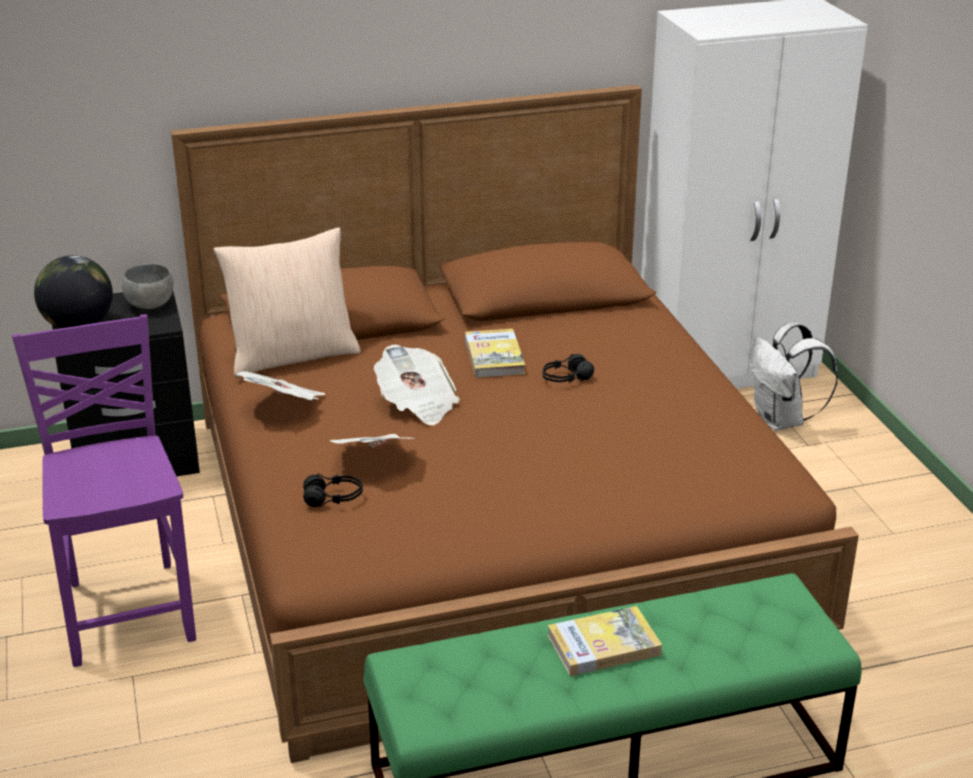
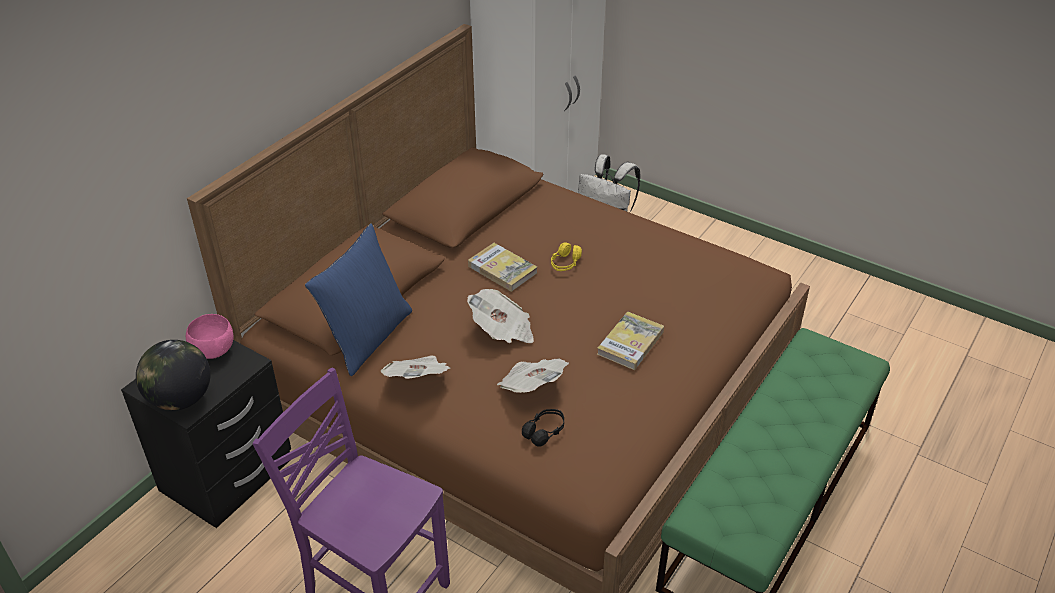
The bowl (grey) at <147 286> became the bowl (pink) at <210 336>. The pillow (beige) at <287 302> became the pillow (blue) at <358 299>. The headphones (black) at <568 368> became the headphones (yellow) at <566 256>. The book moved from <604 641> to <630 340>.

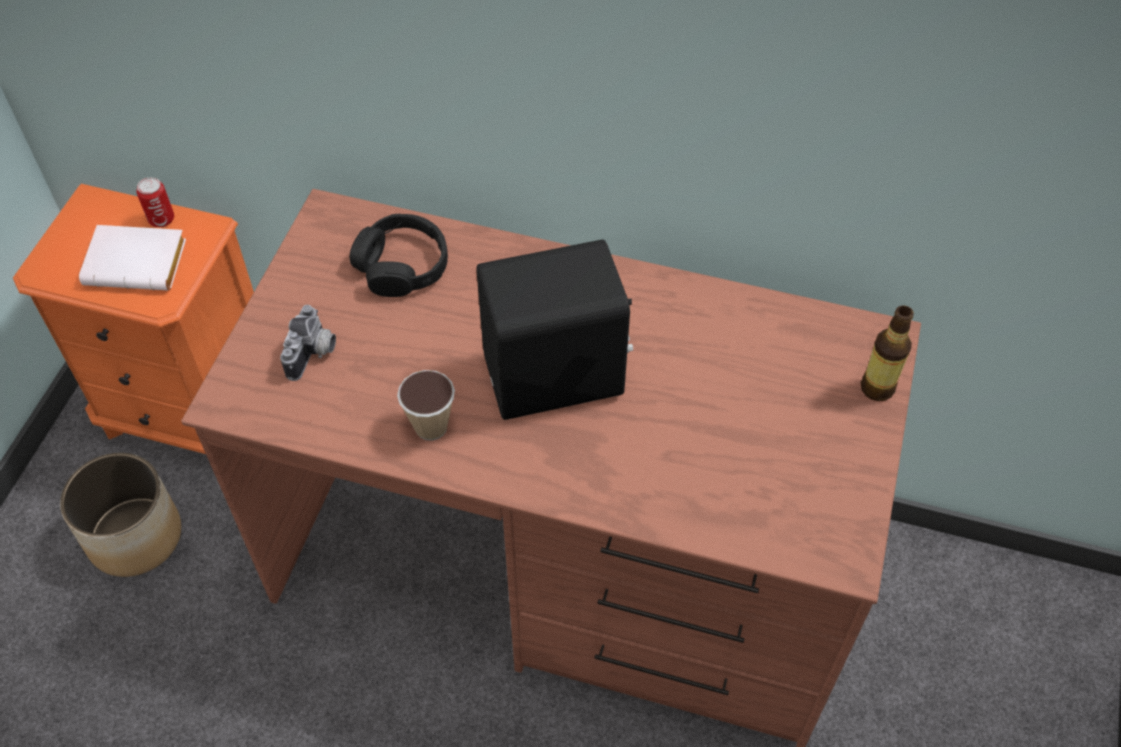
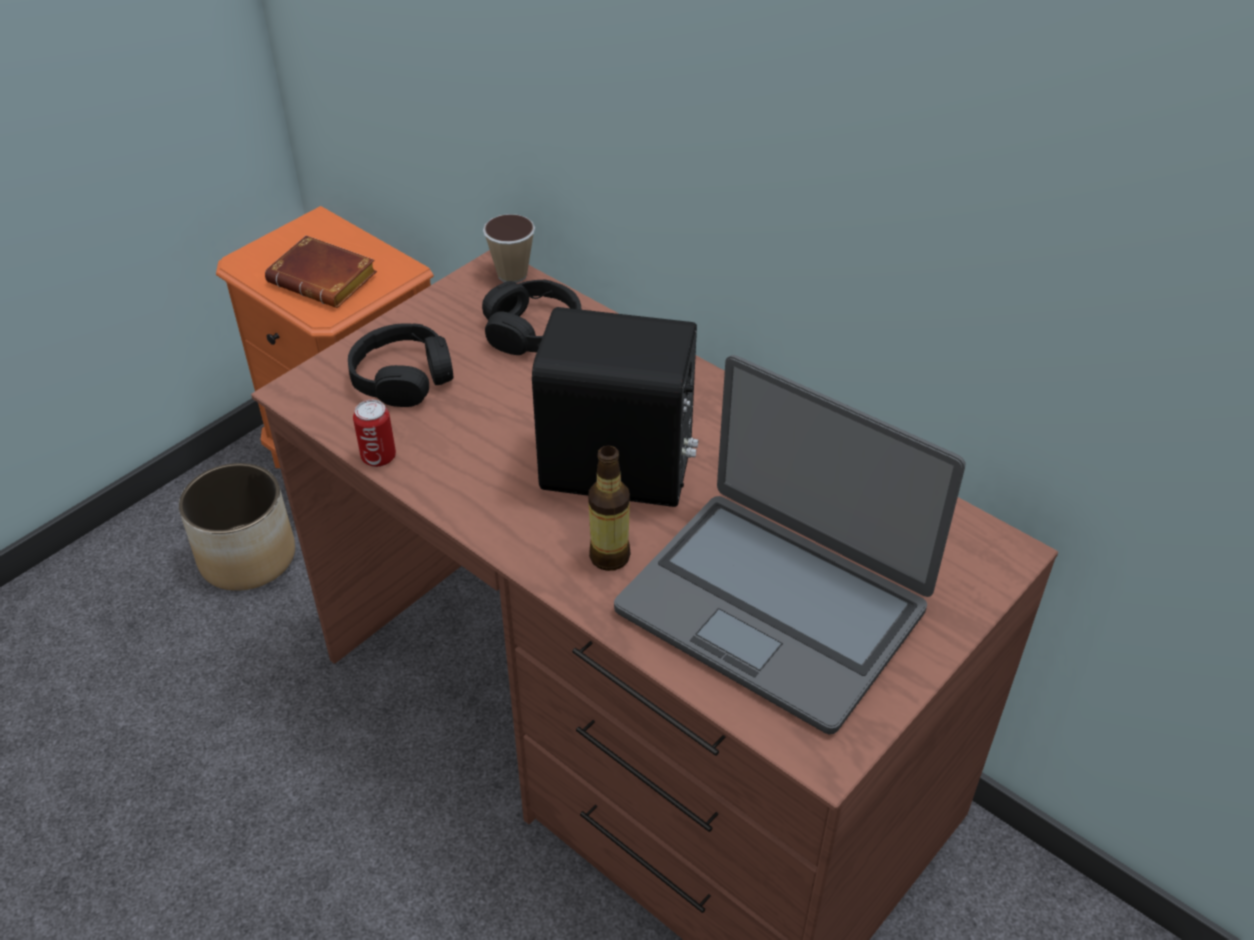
The book (white) at <132 258> became the book (brown) at <321 271>. The can moved from <155 202> to <374 433>. The photo camera at <308 343> was replaced by the headphones (black) at <400 365>. The cup moved from <426 405> to <509 248>. The bottle moved from <887 353> to <609 508>. The laptop at <789 544> appeared.

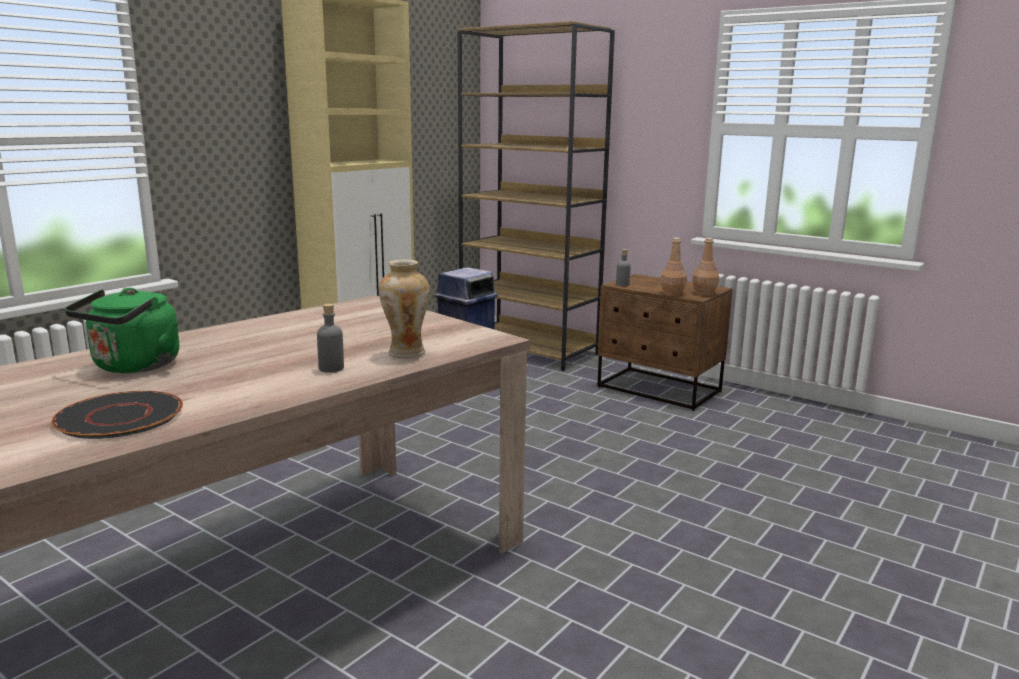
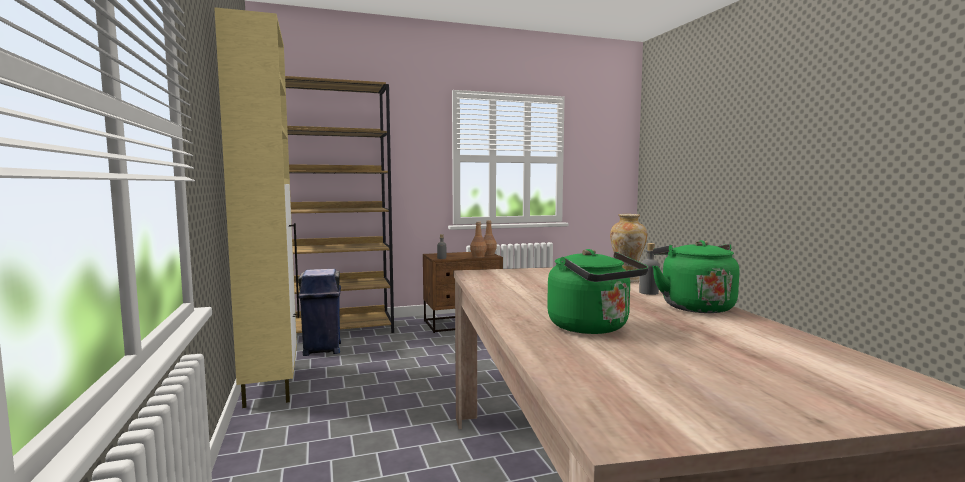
The plate (black) at <117 415> disappeared. The kettle (green) at <695 276> appeared.

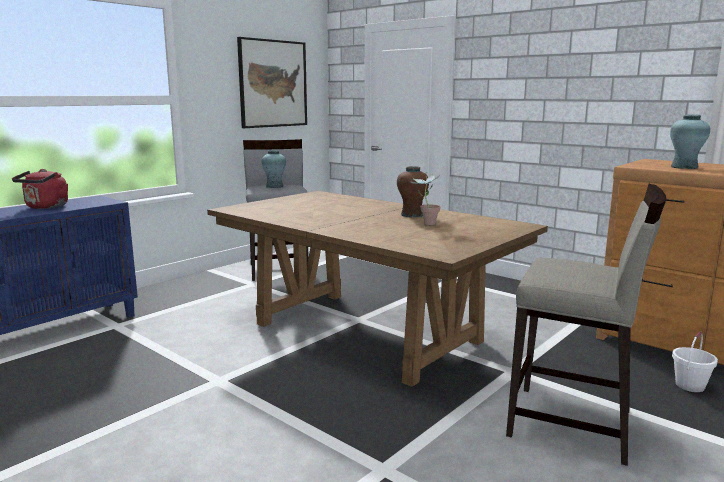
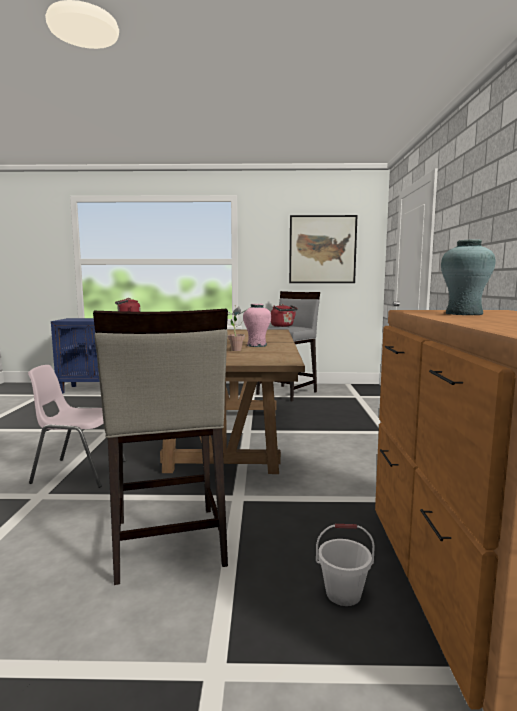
The vase (turquoise) at <274 169> was replaced by the kettle (red) at <284 315>. The vase (brown) at <413 191> became the vase (pink) at <257 325>. The chair (pink) at <77 426> appeared.

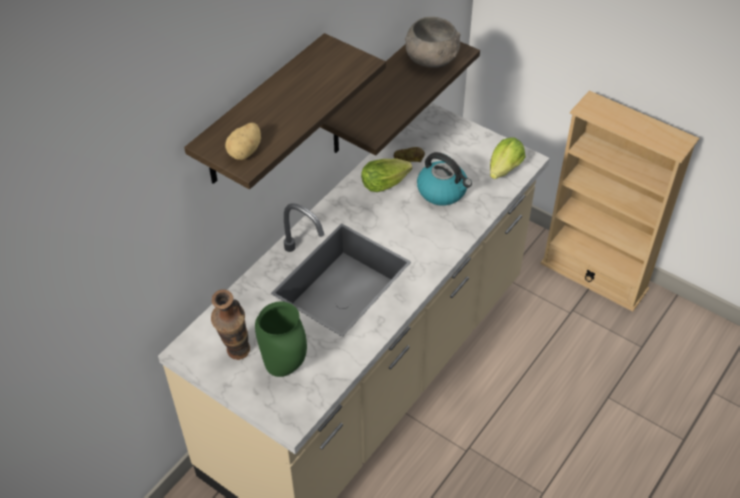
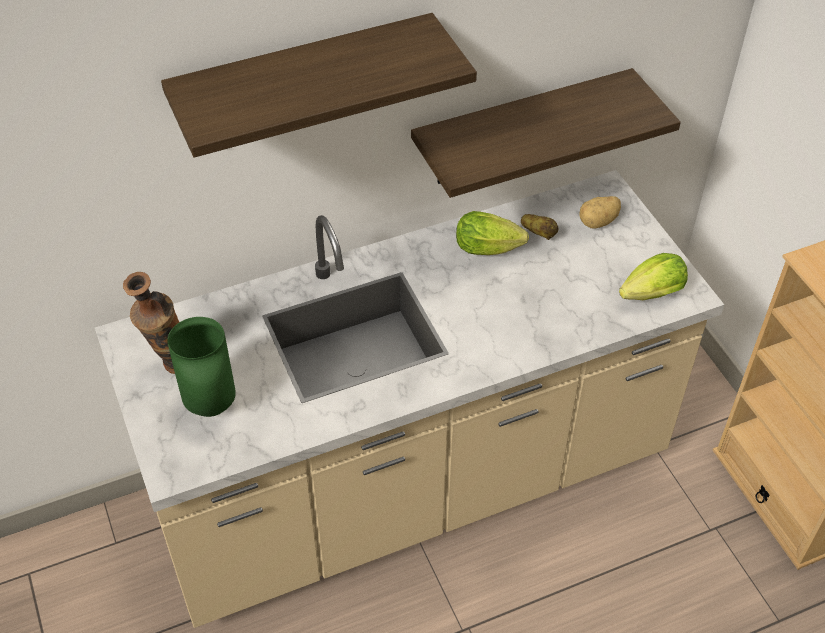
The potato moved from <243 141> to <600 212>. The bowl (grey) at <433 42> disappeared. The kettle at <444 178> disappeared.

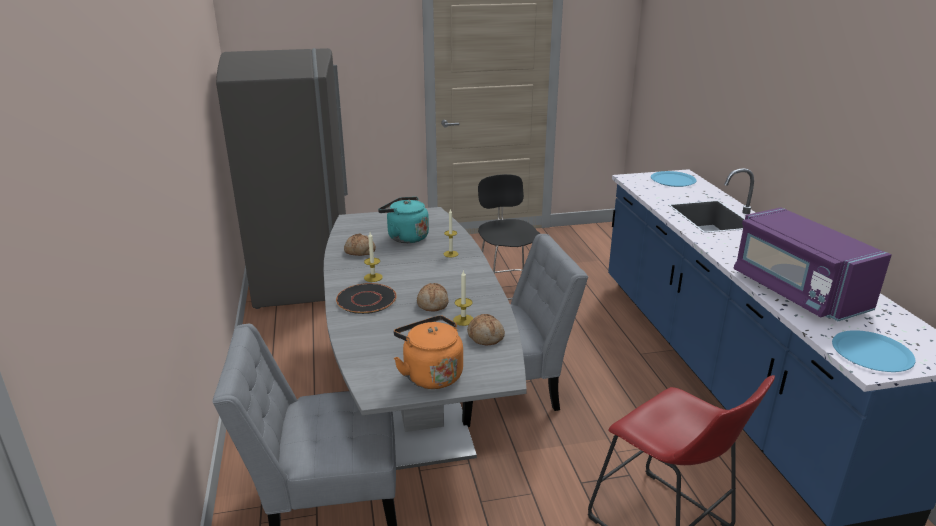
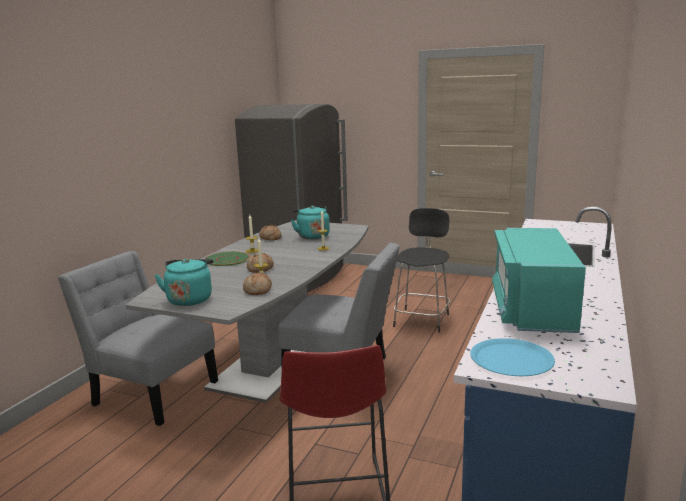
The plate (black) at <366 298> became the plate (green) at <227 258>. The kettle (orange) at <428 352> became the kettle (turquoise) at <184 282>. The plate (blue) at <673 179> disappeared. The microwave (purple) at <812 264> became the microwave (turquoise) at <539 280>.

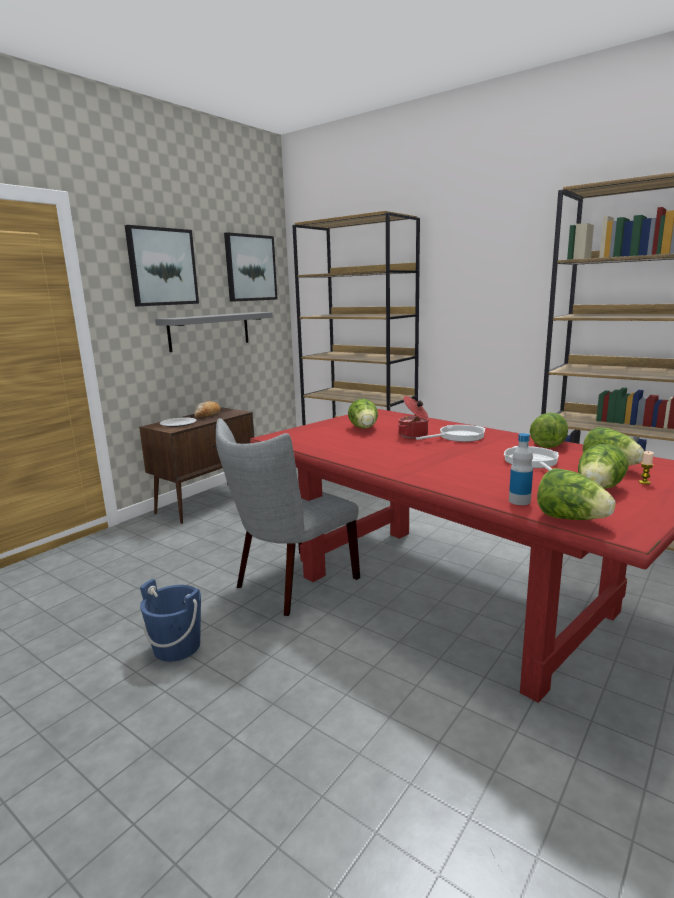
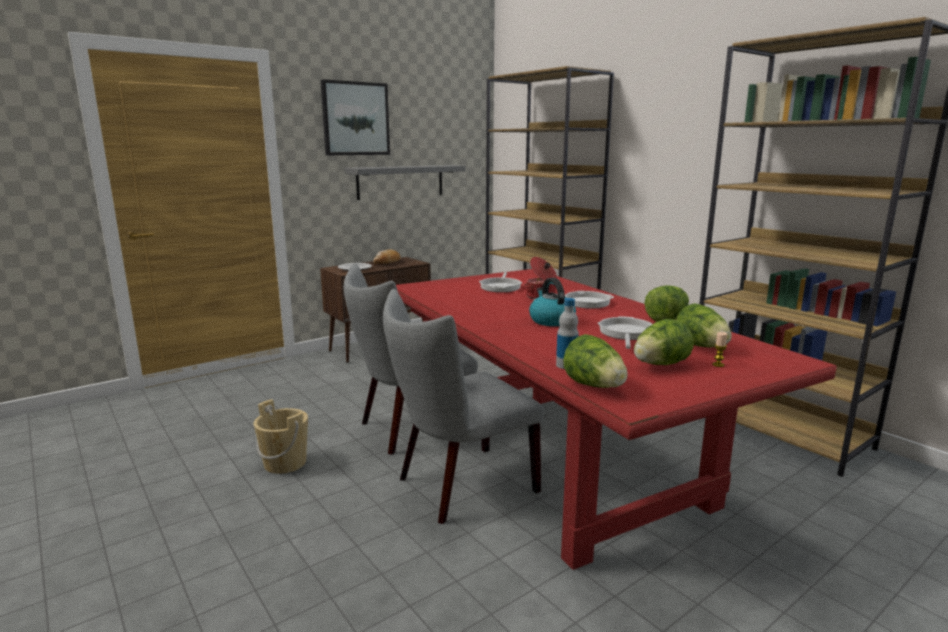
The bucket (blue) at <170 620> became the bucket (beige) at <280 436>. The picture at <251 267> disappeared. The lettuce at <363 413> was replaced by the frying pan at <500 282>. The chair (grey) at <463 406> appeared. The kettle at <552 302> appeared.

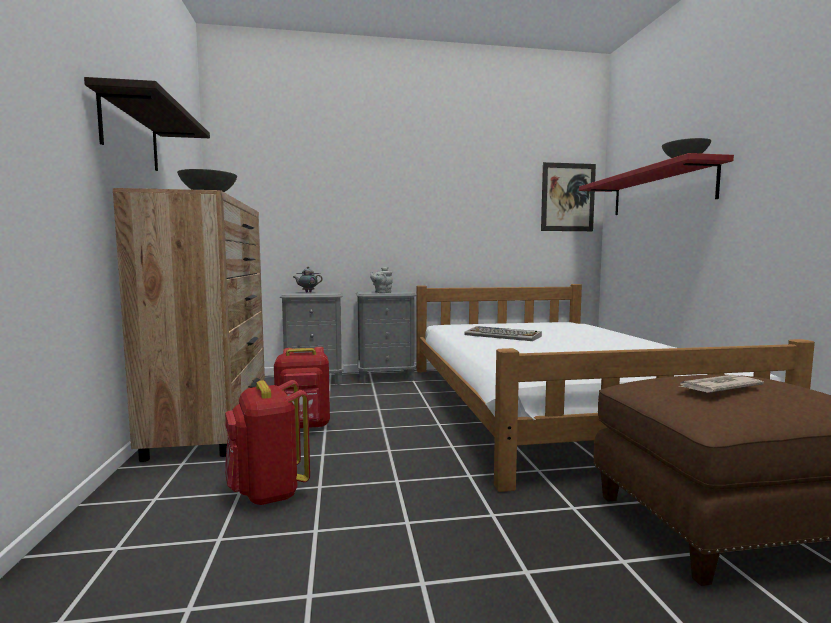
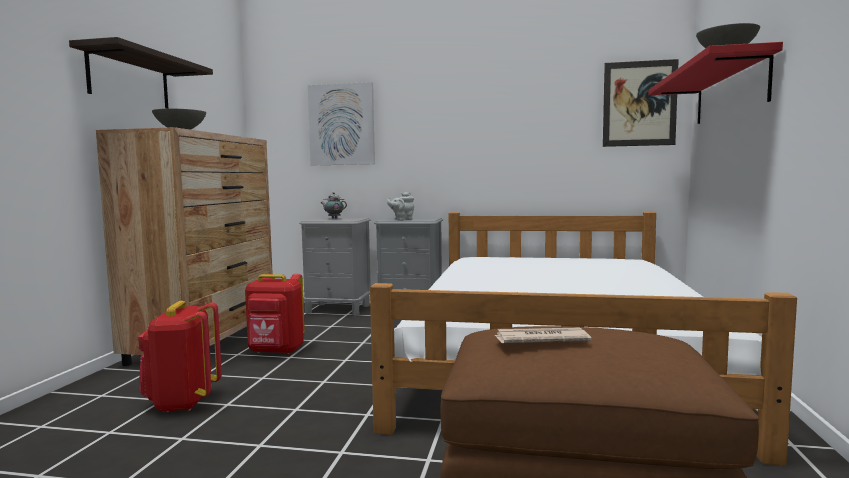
The keyboard at <503 333> disappeared. The picture at <341 123> appeared.

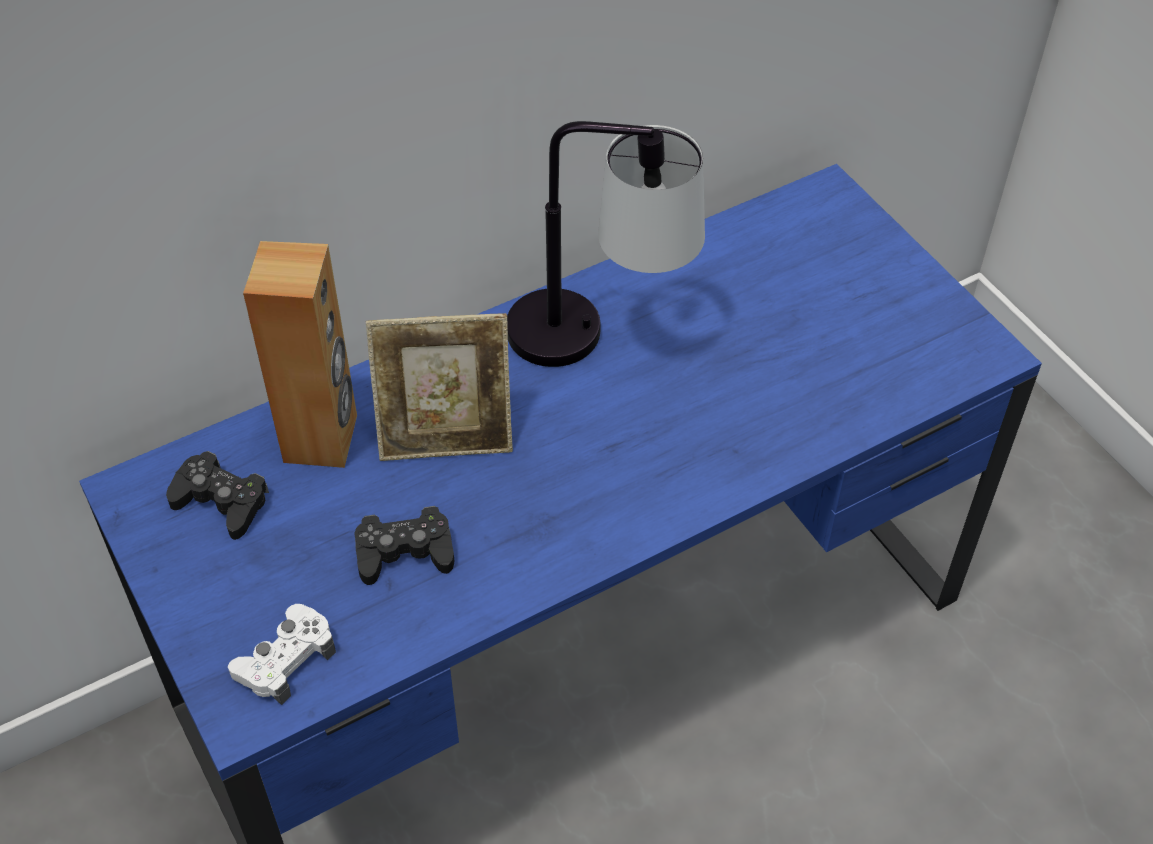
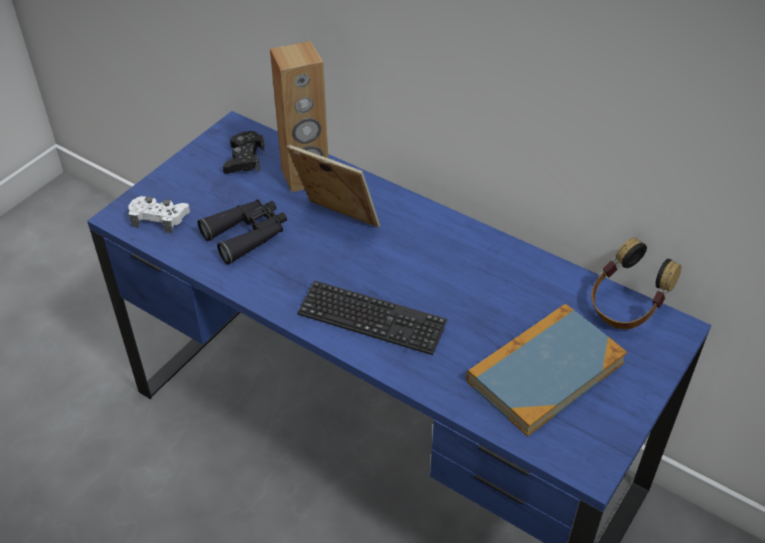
The game controller (black) at <404 545> was replaced by the binoculars (black) at <242 232>. The picture frame at <439 387> turned 150 degrees clockwise. The table lamp at <606 244> disappeared. The keyboard at <372 318> appeared. The book at <546 370> appeared. The headphones at <636 283> appeared.

